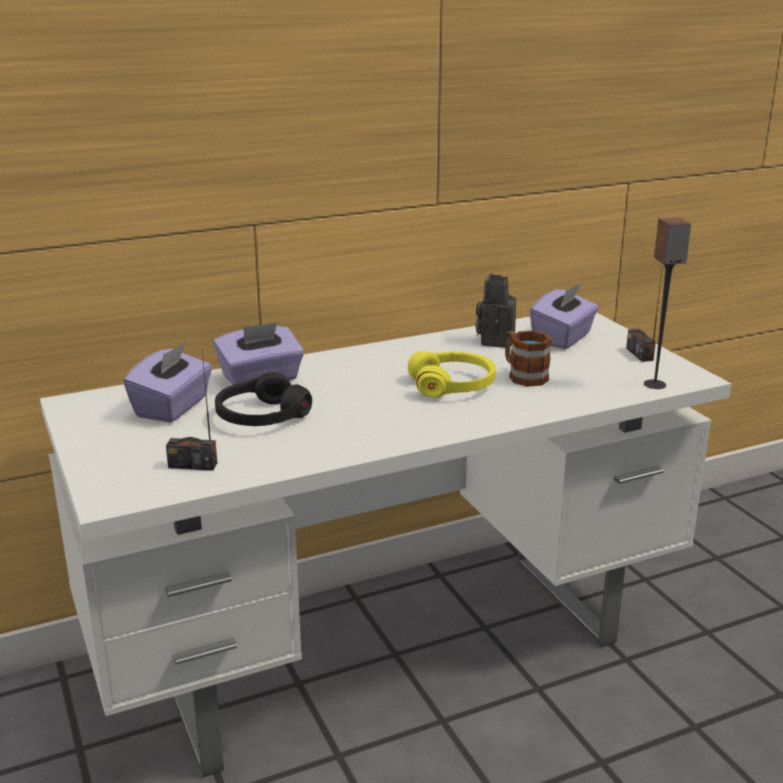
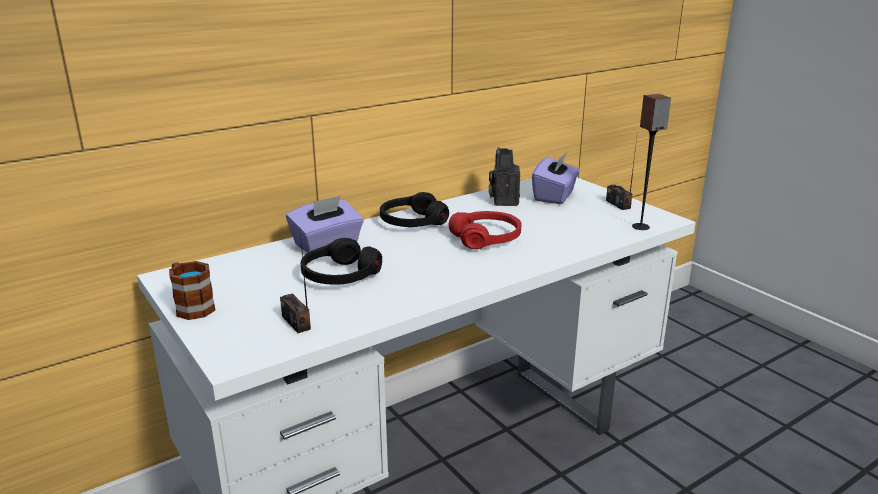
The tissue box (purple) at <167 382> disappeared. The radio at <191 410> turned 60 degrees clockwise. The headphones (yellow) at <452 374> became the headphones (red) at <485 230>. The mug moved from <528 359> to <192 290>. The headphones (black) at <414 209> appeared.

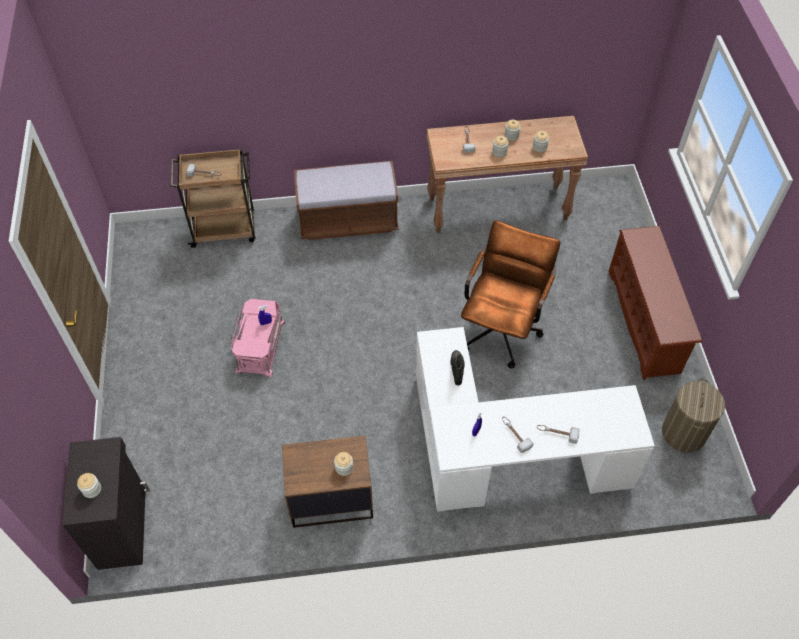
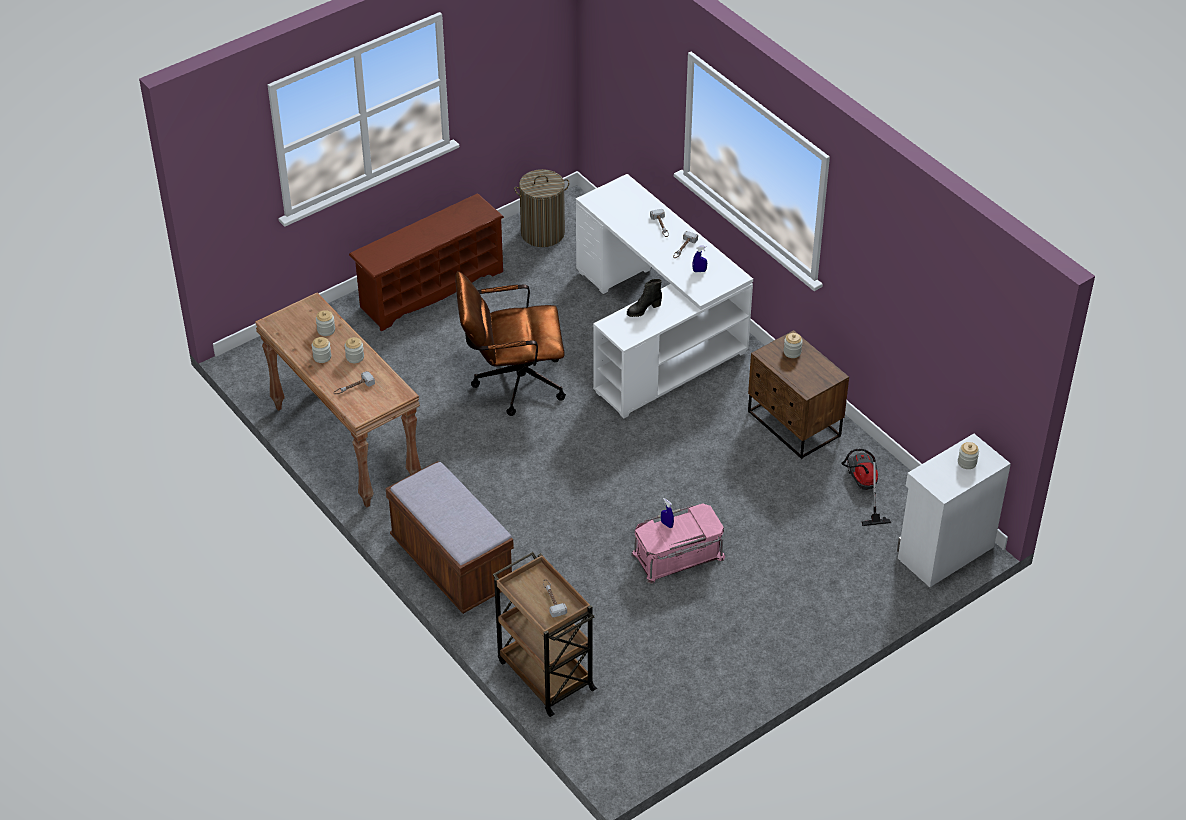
The cabinet (black) at <106 503> became the cabinet (white) at <954 510>. The vacuum cleaner at <866 487> appeared.

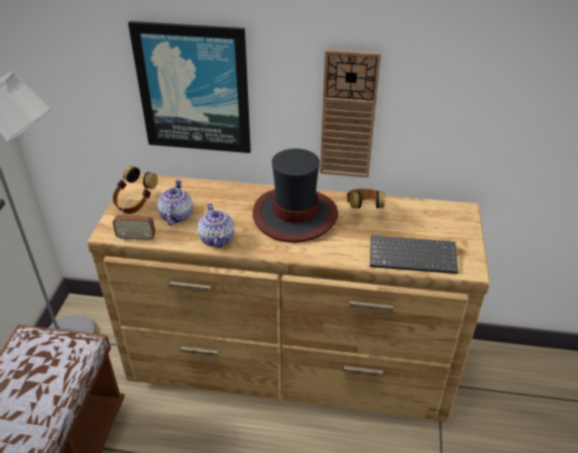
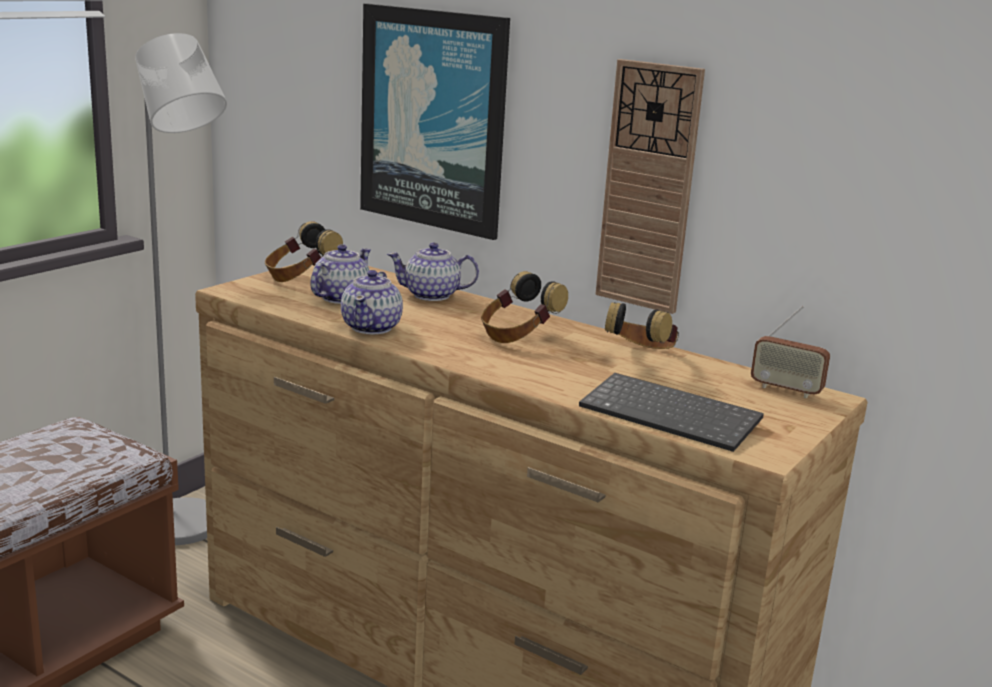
The radio moved from <134 220> to <790 352>. The hat at <295 196> was replaced by the headphones at <524 307>. The teapot at <433 272> appeared.

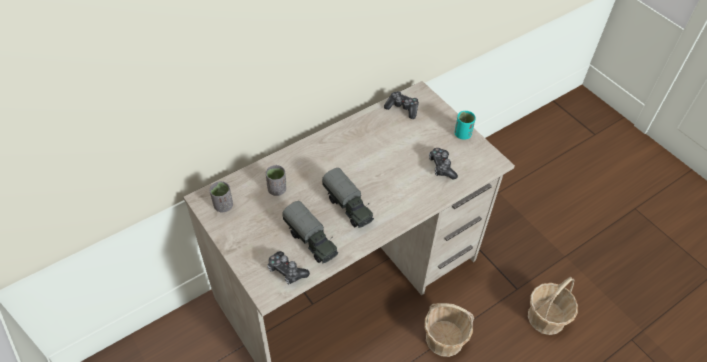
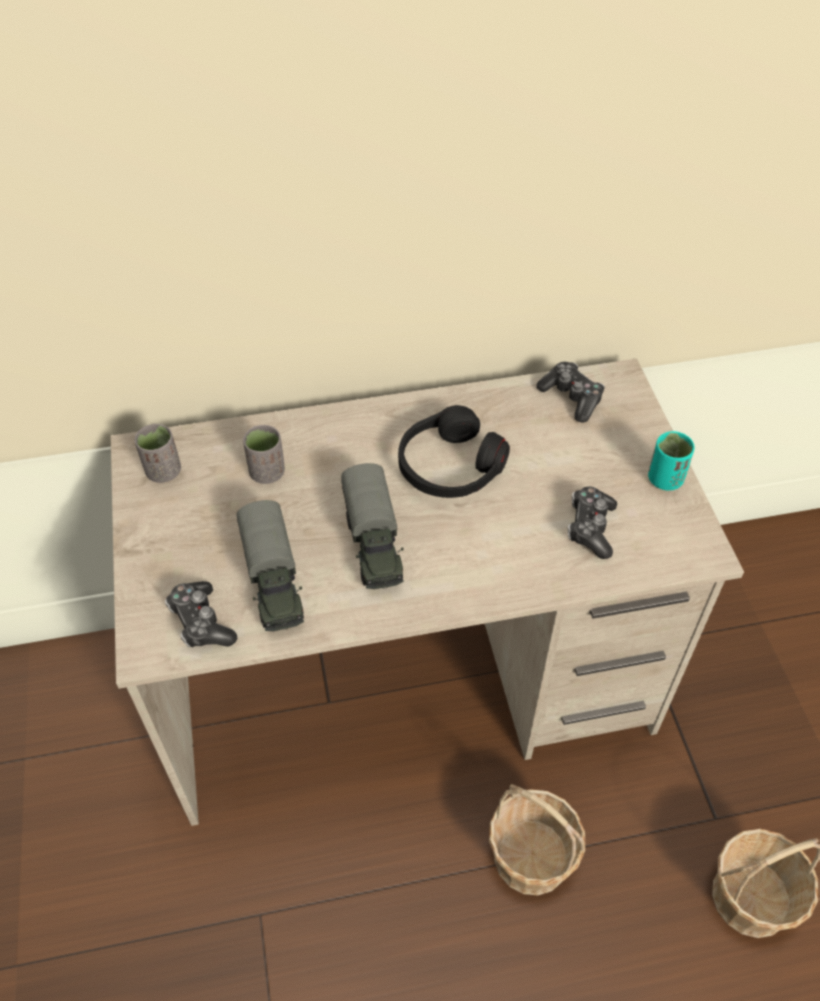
The headphones (black) at <454 451> appeared.

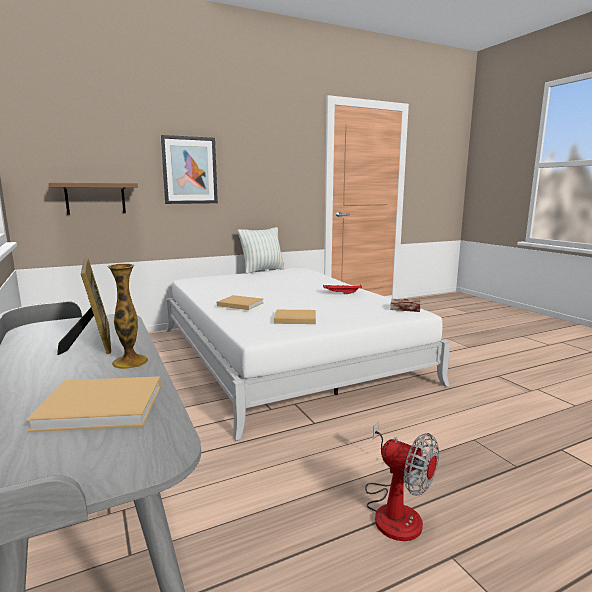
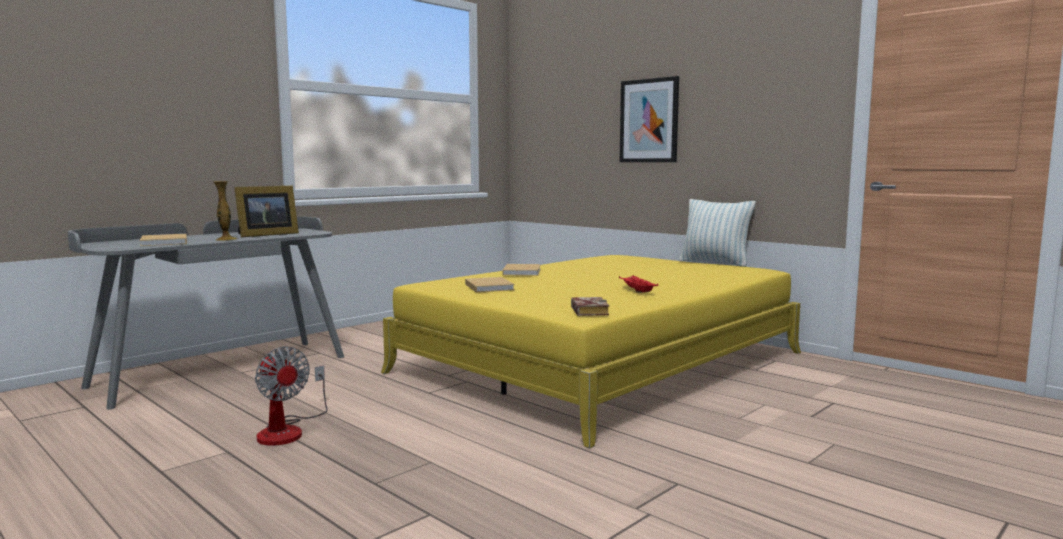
The shelf (brown) at <93 199> disappeared. The bed (white) at <308 354> became the bed (yellow) at <591 351>. The fan at <402 481> turned 60 degrees counterclockwise.

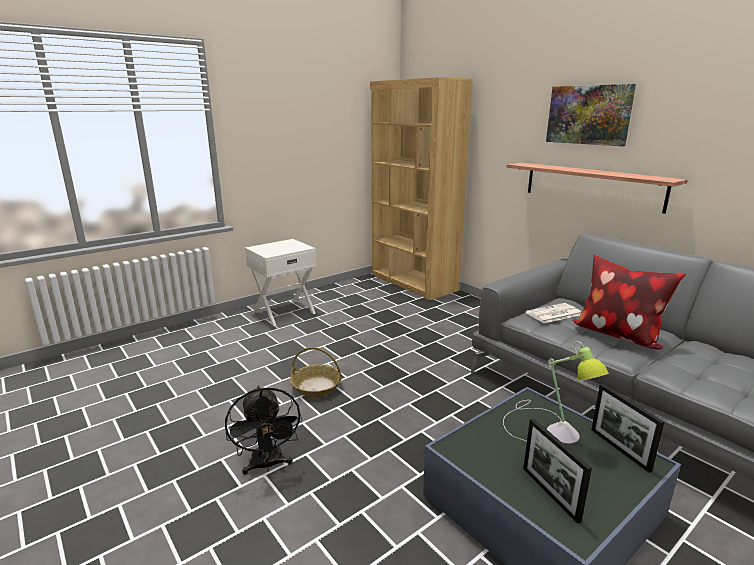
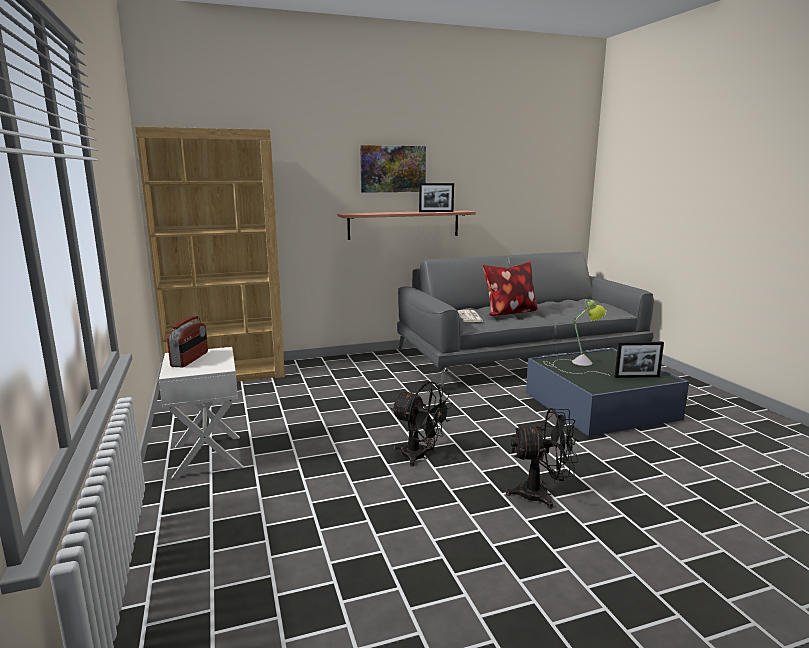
The basket at <316 372> was replaced by the fan (black) at <422 424>. The picture frame moved from <627 428> to <436 197>. The radio at <187 341> appeared.

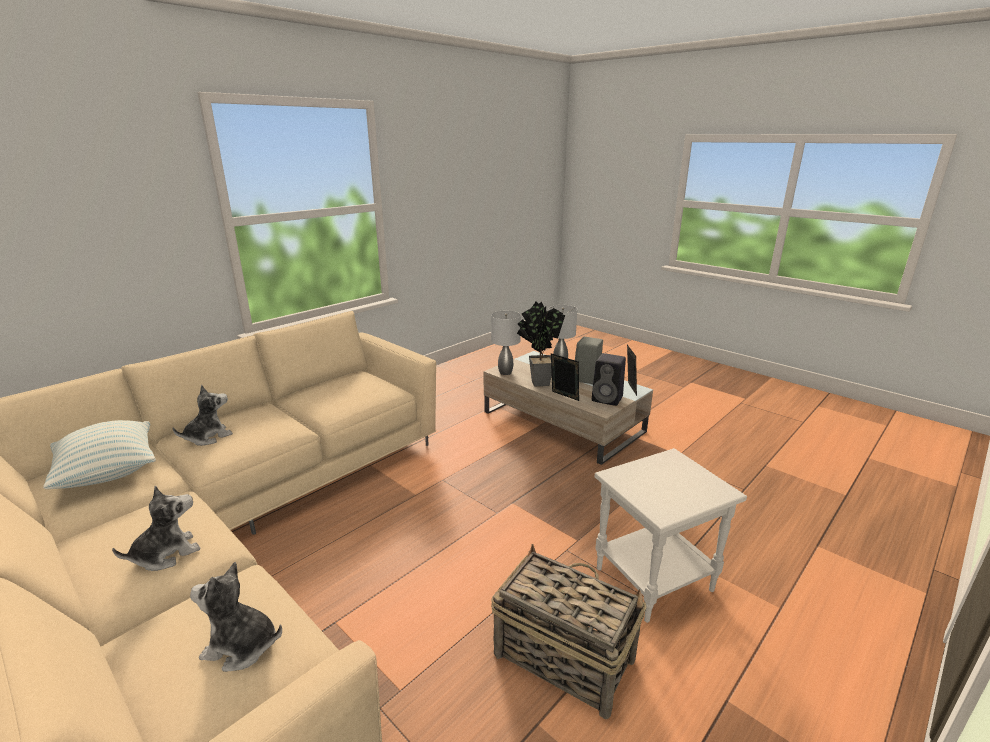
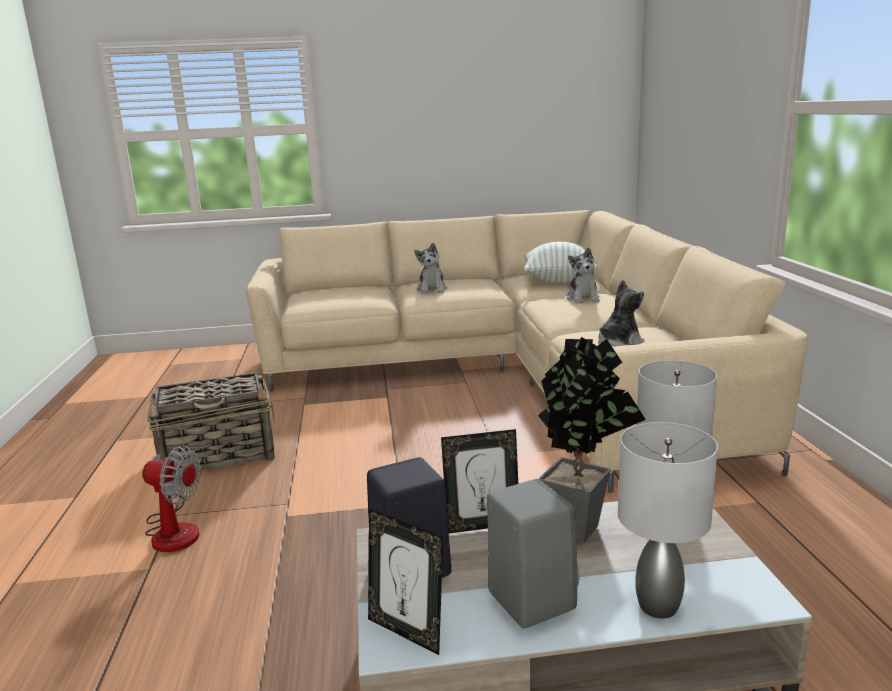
The plush toy moved from <236 617> to <621 313>. The side table (white) at <670 535> was replaced by the fan at <171 498>.

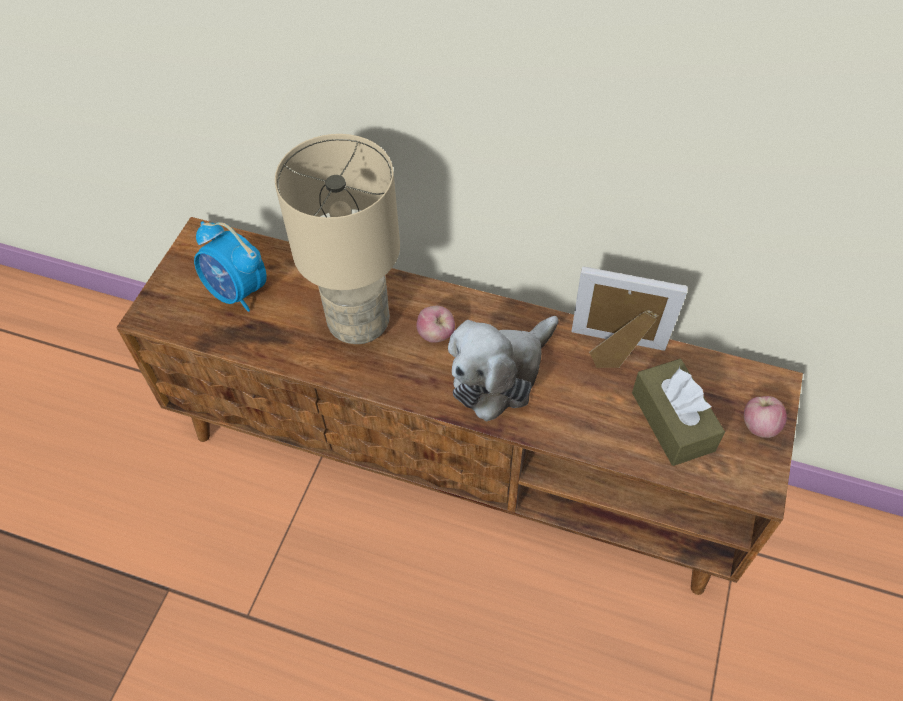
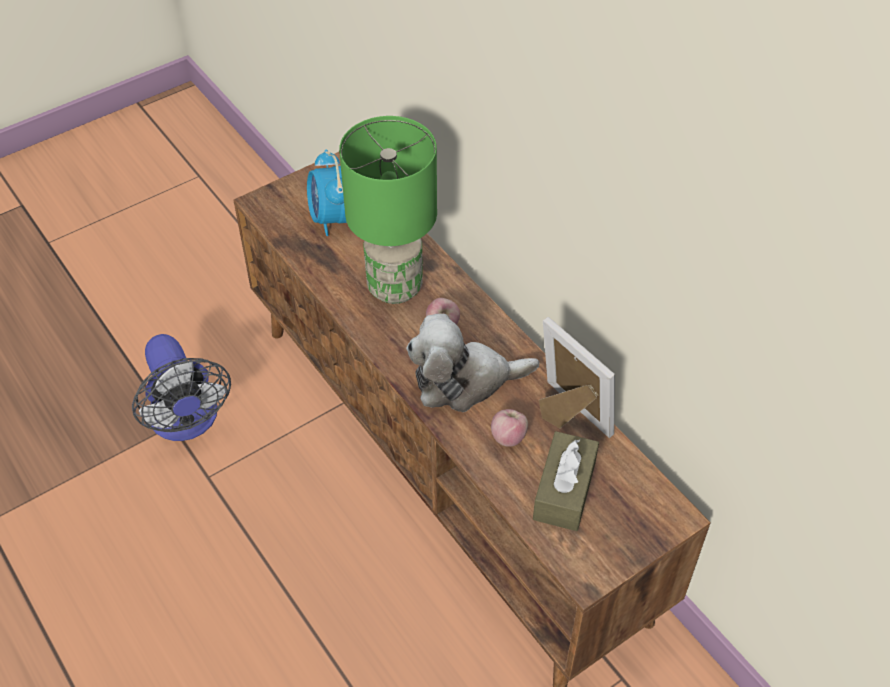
The table lamp (beige) at <337 239> became the table lamp (green) at <388 210>. The apple moved from <765 417> to <509 428>. The fan at <181 387> appeared.

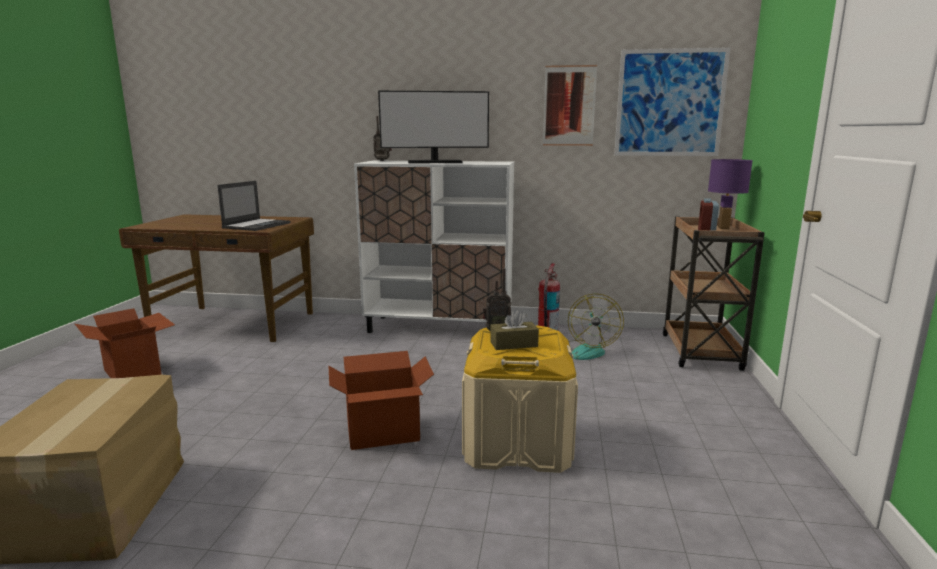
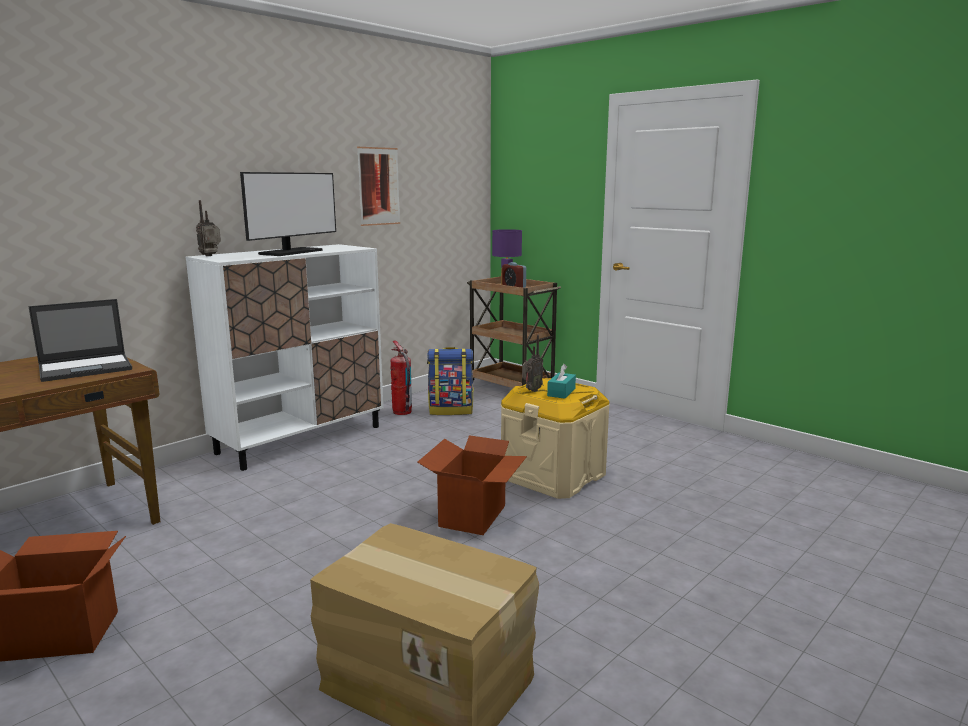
The laptop at <253 206> turned 90 degrees clockwise. The tissue box (brown) at <514 329> became the tissue box (turquoise) at <561 381>. The fan at <596 326> was replaced by the backpack at <450 381>. The picture at <672 101> disappeared.

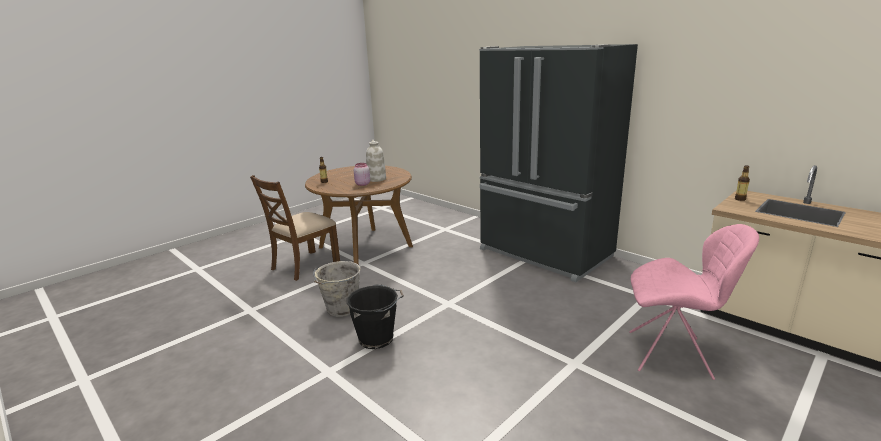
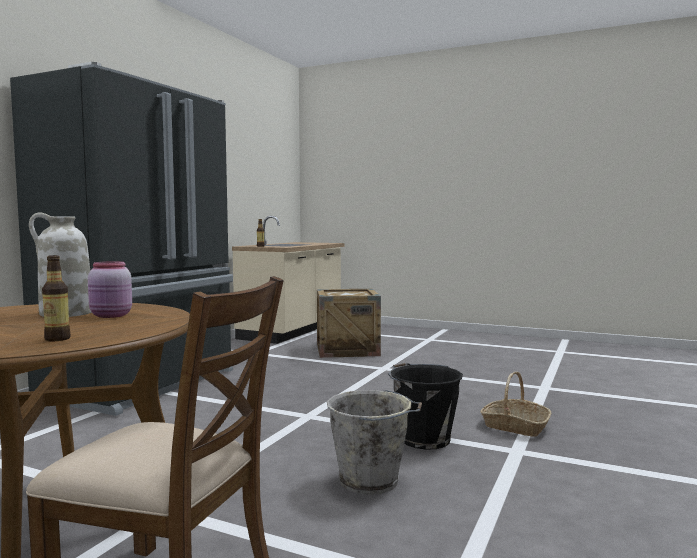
The chair (pink) at <694 302> was replaced by the crate at <349 323>. The basket at <515 404> appeared.

